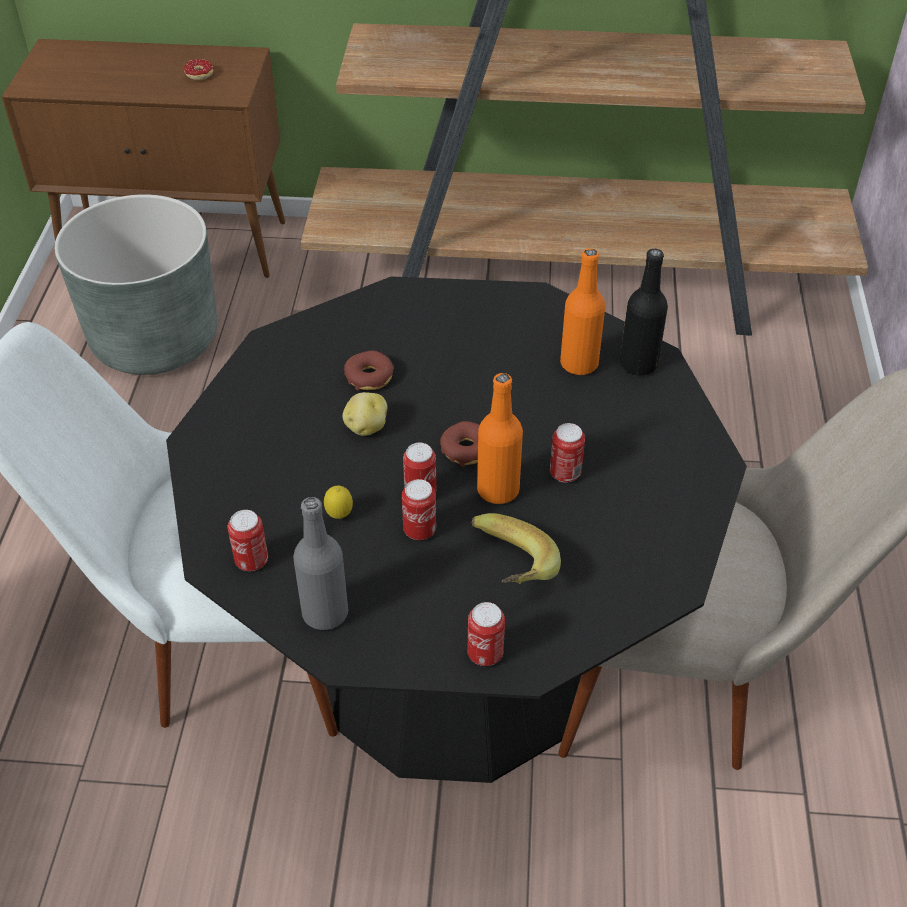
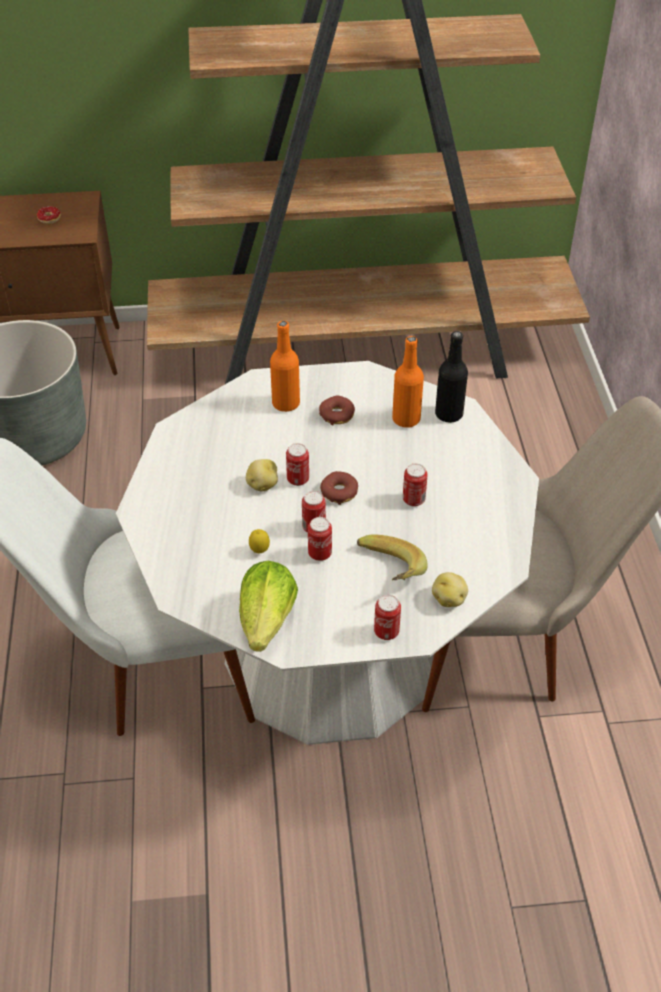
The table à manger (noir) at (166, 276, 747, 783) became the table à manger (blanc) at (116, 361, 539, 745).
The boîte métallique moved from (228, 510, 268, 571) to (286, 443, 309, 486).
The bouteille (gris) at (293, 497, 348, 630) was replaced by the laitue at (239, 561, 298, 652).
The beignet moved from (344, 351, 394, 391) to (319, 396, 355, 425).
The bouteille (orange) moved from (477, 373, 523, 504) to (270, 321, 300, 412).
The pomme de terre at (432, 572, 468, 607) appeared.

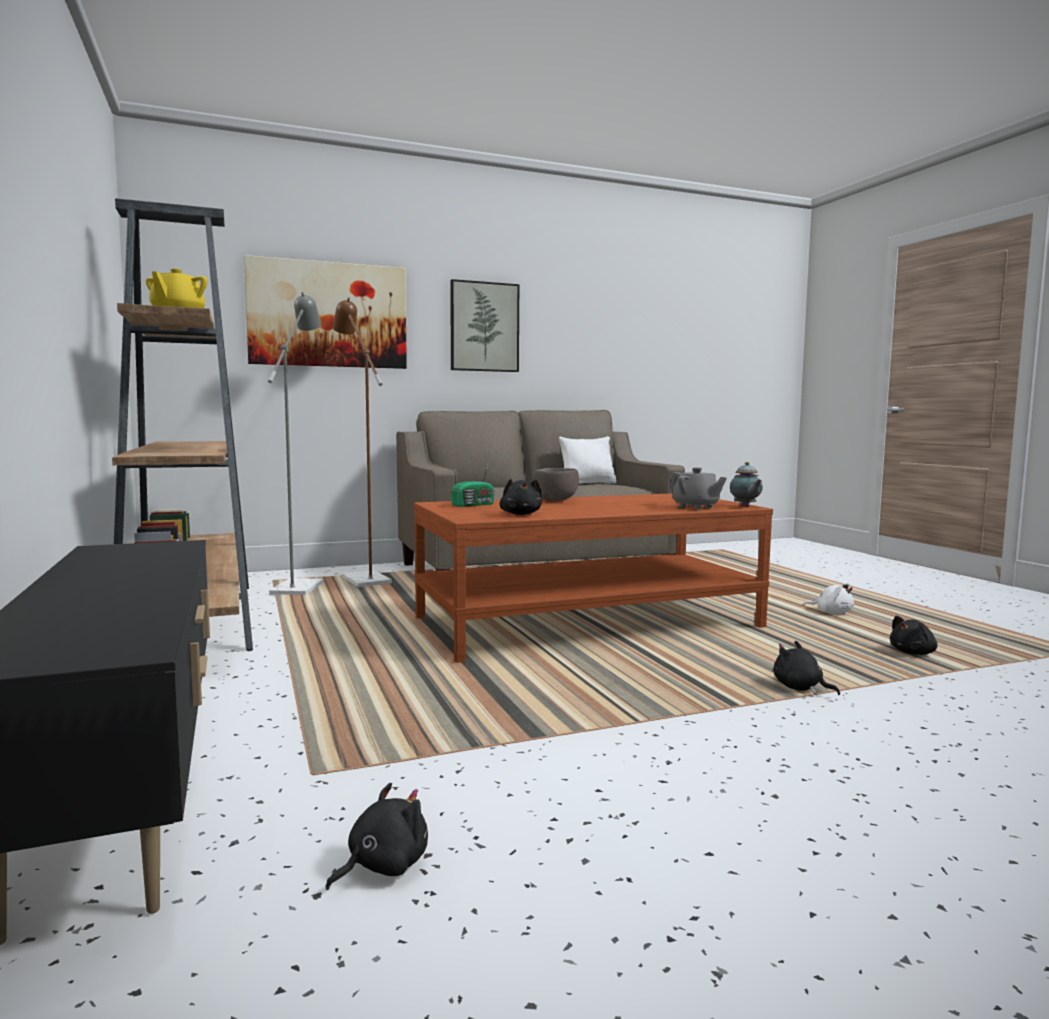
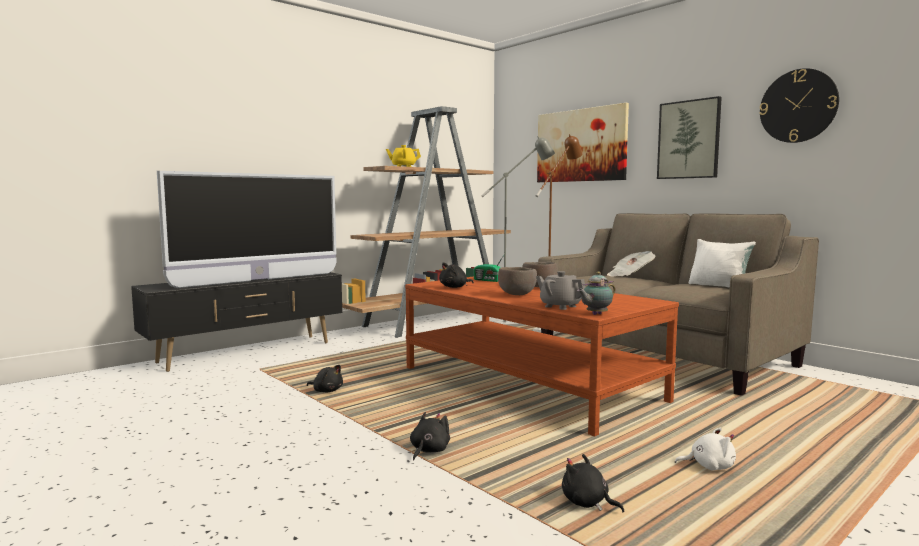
The peluche (noir) moved from (325, 783, 428, 890) to (307, 365, 343, 393).
The théière (gris) at (670, 467, 727, 510) turned 105 degrees clockwise.
The peluche (blanc) at (803, 583, 854, 614) turned 105 degrees counterclockwise.
The téléviseur at (157, 171, 337, 288) appeared.
The bol (marron) at (498, 267, 537, 295) appeared.
The journal at (607, 251, 655, 276) appeared.
The horloge murale at (759, 68, 839, 143) appeared.

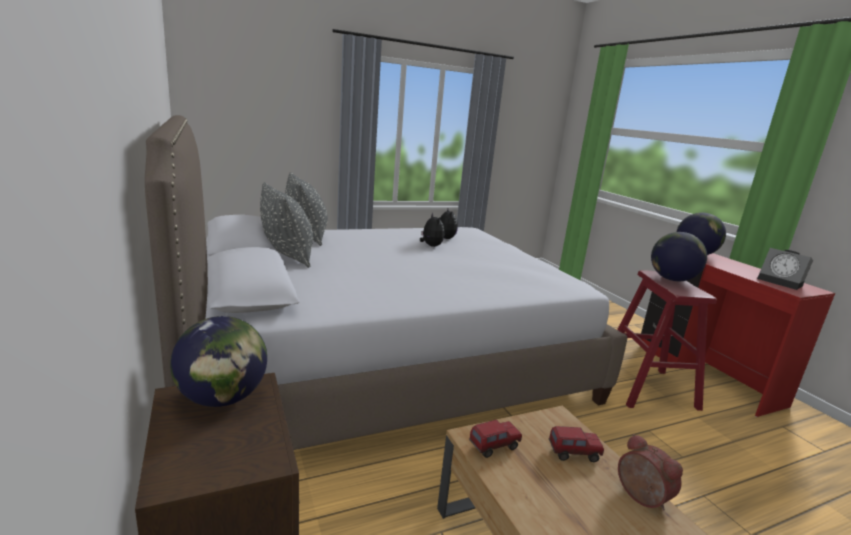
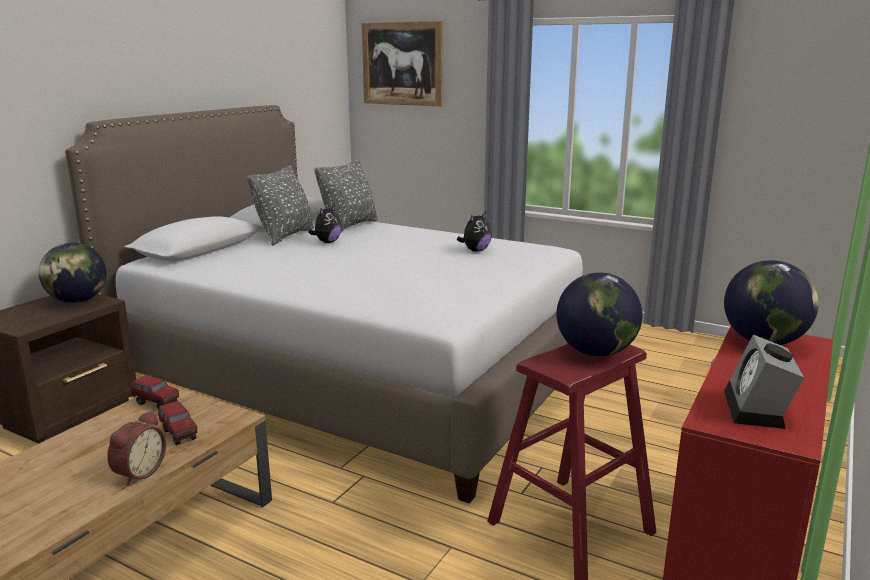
The peluche moved from (420, 213, 445, 247) to (308, 204, 342, 243).
The tableau at (361, 21, 443, 106) appeared.

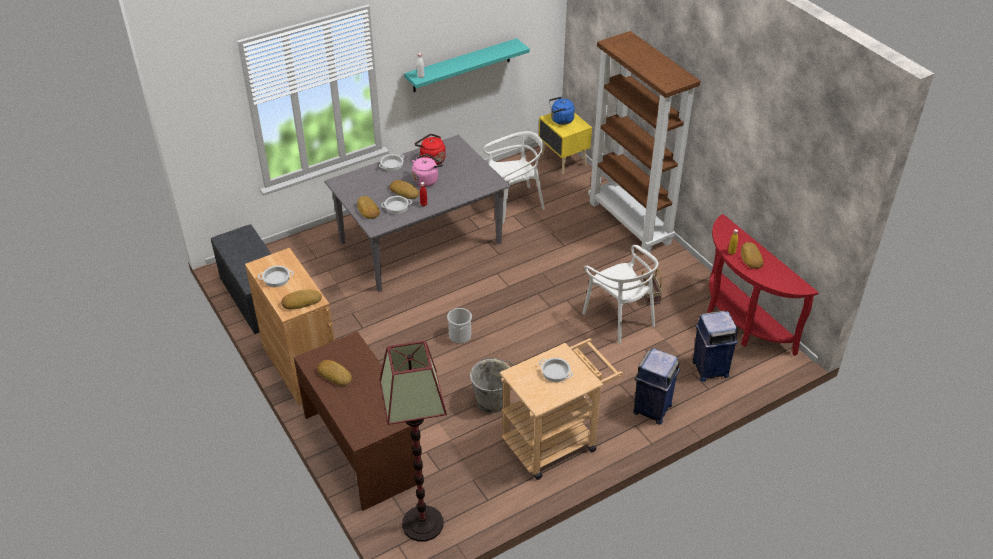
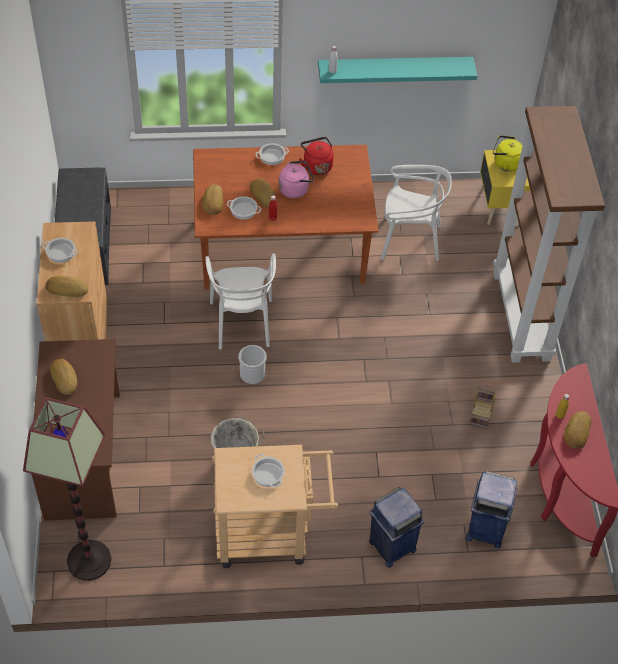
The table à manger (gris) at (325, 135, 510, 292) became the table à manger (marron) at (193, 145, 379, 289).
The bouilloire (bleu) at (549, 97, 575, 125) became the bouilloire (jaune) at (493, 135, 523, 172).
The chaise (blanc) moved from (582, 245, 658, 344) to (206, 253, 276, 349).

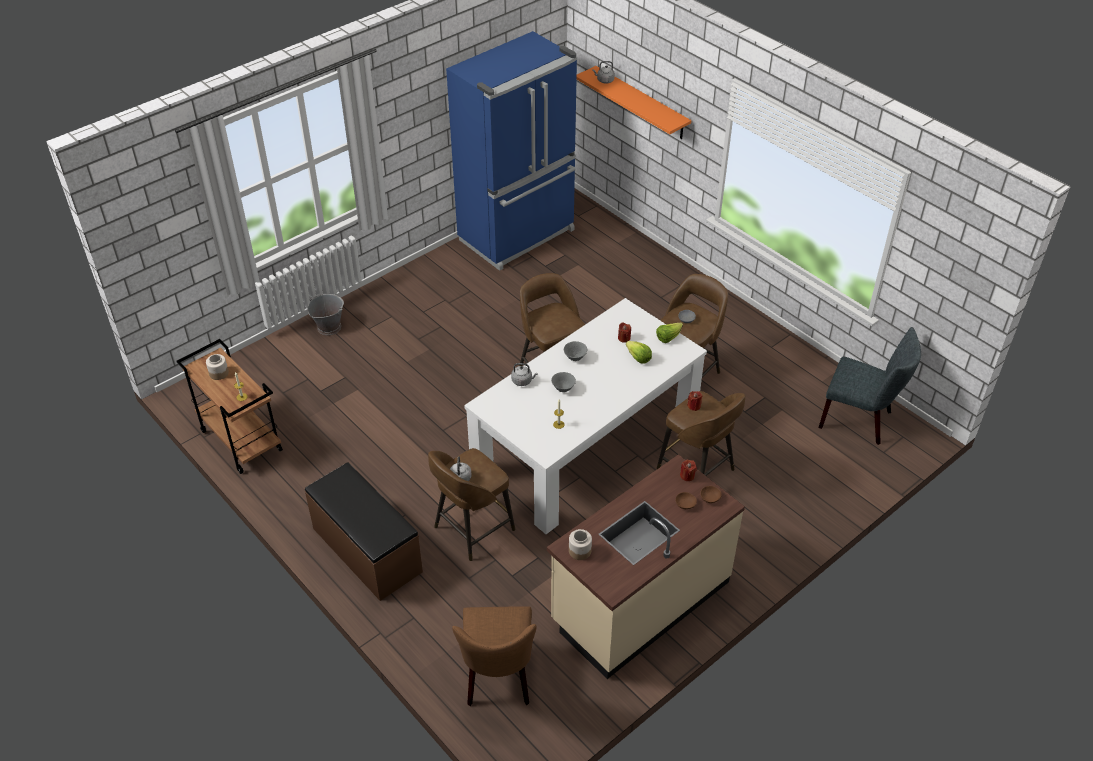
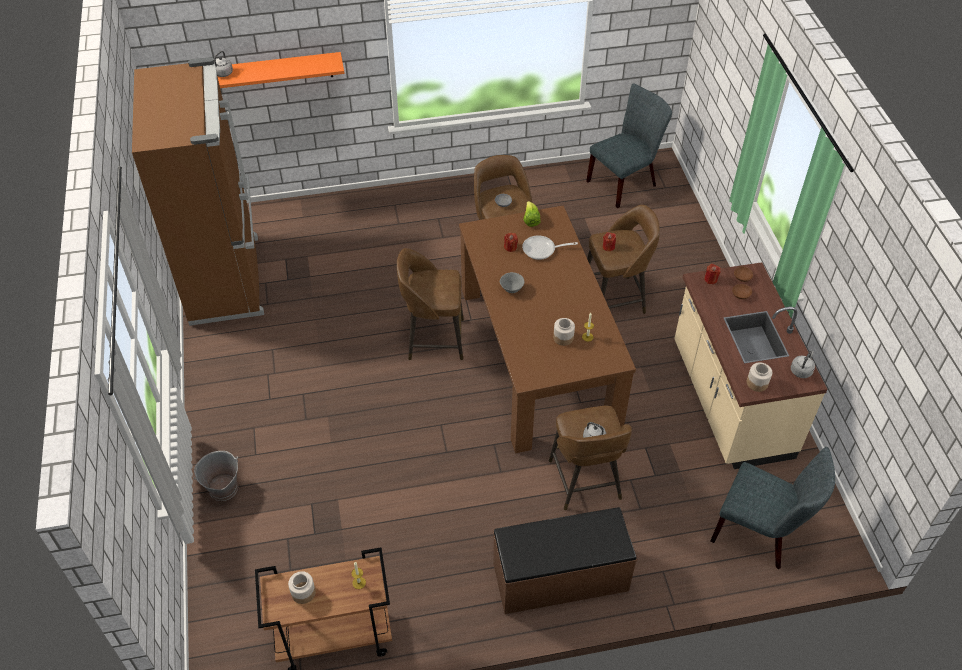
The réfrigérateur (bleu) at (446, 31, 577, 271) became the réfrigérateur (marron) at (132, 57, 264, 326).
The chaise (marron) at (452, 606, 537, 706) became the chaise (gris) at (711, 447, 835, 569).
The table à manger (blanc) at (464, 298, 707, 534) became the table à manger (marron) at (459, 205, 636, 453).
The bouilloire (gris) moved from (511, 363, 538, 386) to (791, 351, 815, 378).
The bol (gris) at (551, 372, 576, 392) disappeared.
The laitue at (626, 341, 652, 364) was replaced by the poêle at (522, 235, 578, 260).
The bocal at (553, 318, 575, 346) appeared.

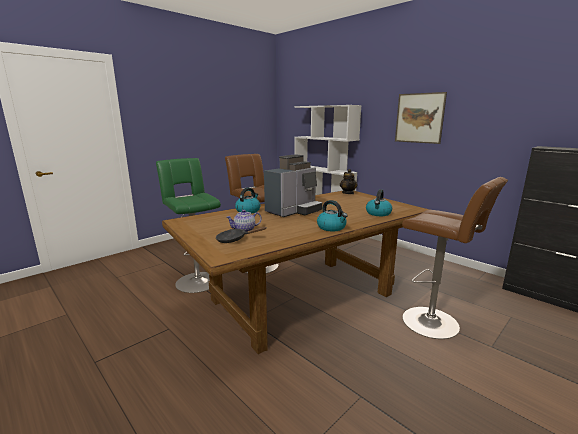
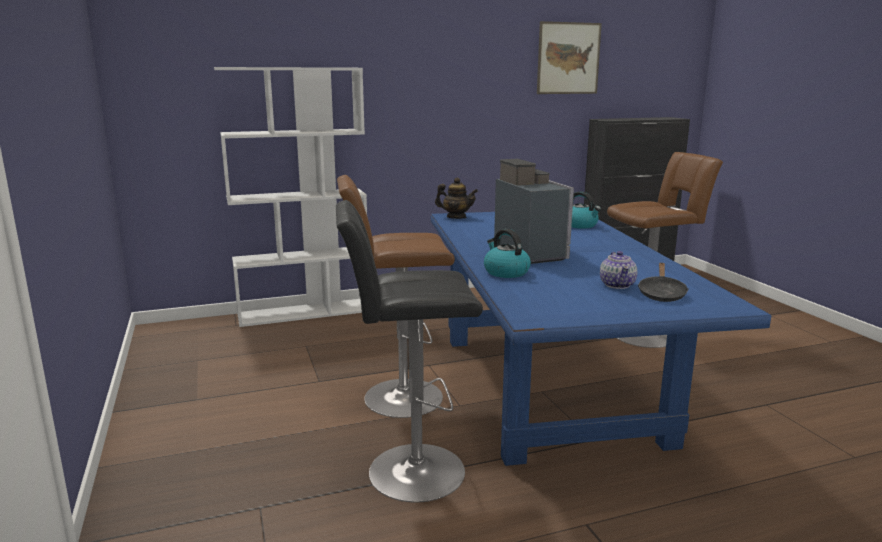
The tabouret (vert) at (156, 158, 221, 293) became the tabouret (noir) at (336, 200, 483, 502).
The table à manger (marron) at (162, 190, 430, 354) became the table à manger (bleu) at (431, 212, 771, 466).
The bouilloire at (317, 200, 348, 231) disappeared.
The tableau moved from (395, 92, 447, 144) to (537, 21, 602, 94).

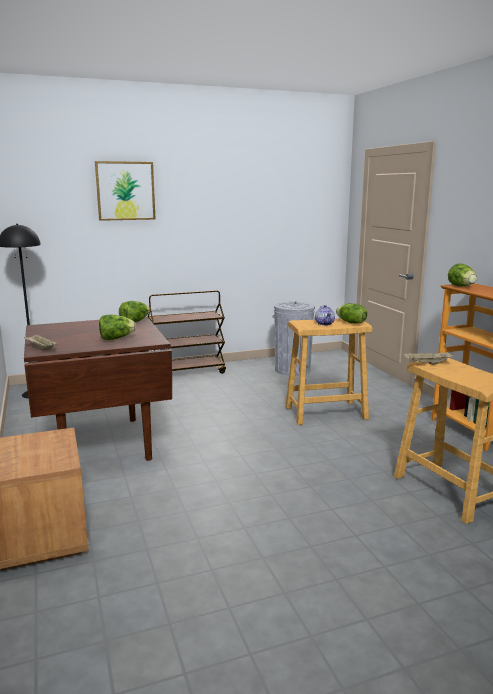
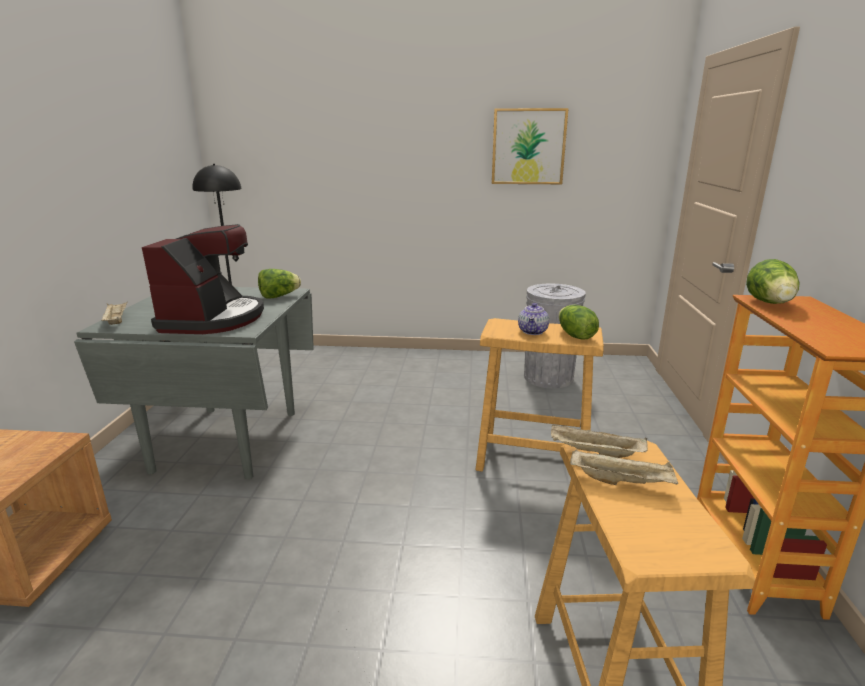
The table à manger (marron) at (24, 316, 172, 461) became the table à manger (gris) at (74, 287, 314, 479).
The tableau moved from (95, 161, 156, 221) to (492, 108, 569, 184).
The laitue at (99, 315, 136, 340) was replaced by the machine à café at (142, 224, 264, 334).
The chariot (marron) at (148, 290, 226, 374) disappeared.
The plateau (beige) at (570, 450, 678, 485) appeared.

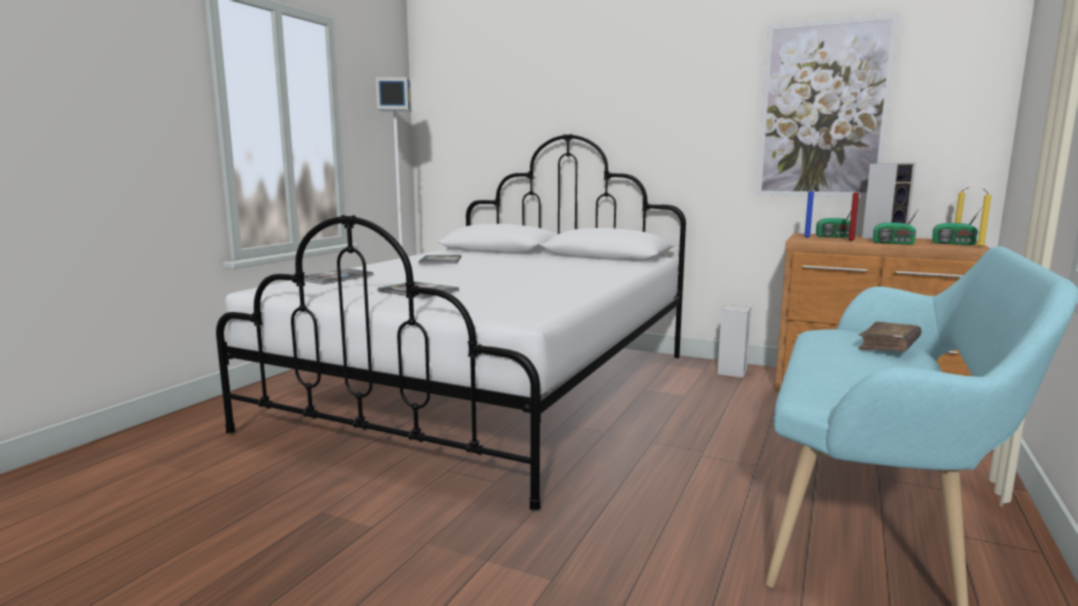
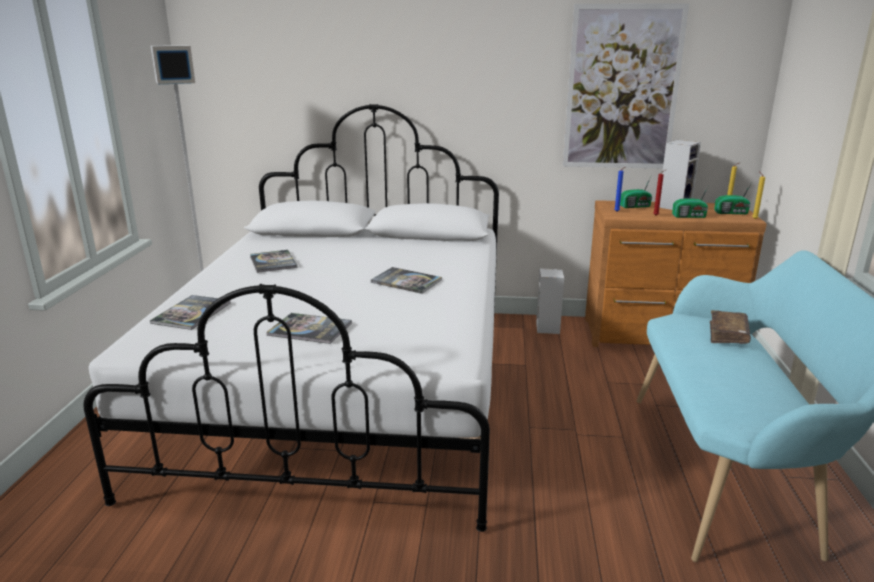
The livre at (371, 267, 442, 294) appeared.

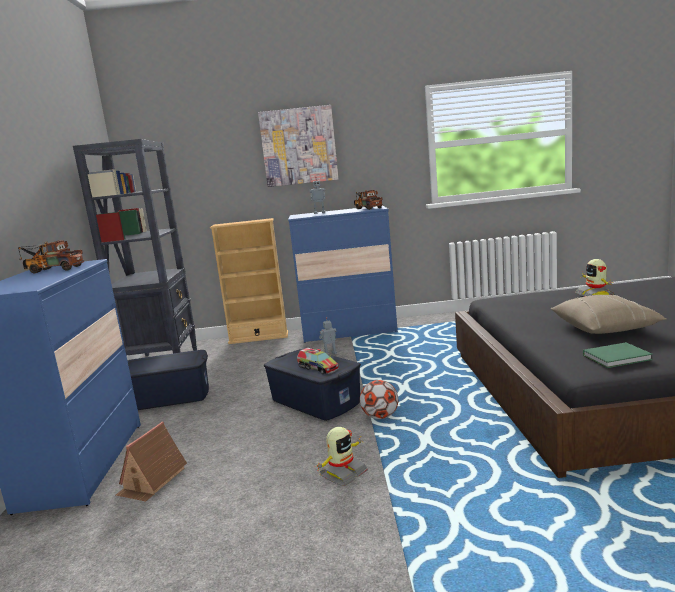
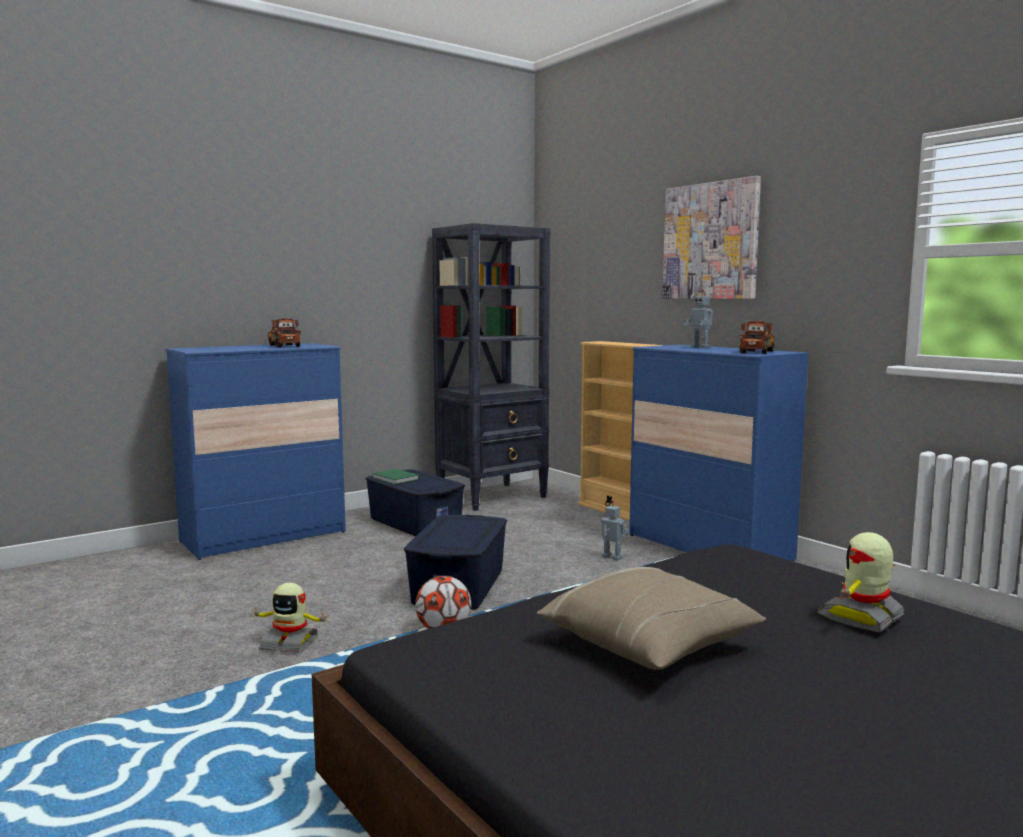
The maison miniature at (116, 422, 187, 502) disappeared.
The camion jouet at (297, 348, 339, 374) disappeared.
The livre (vert) moved from (583, 342, 653, 368) to (372, 469, 419, 485).

